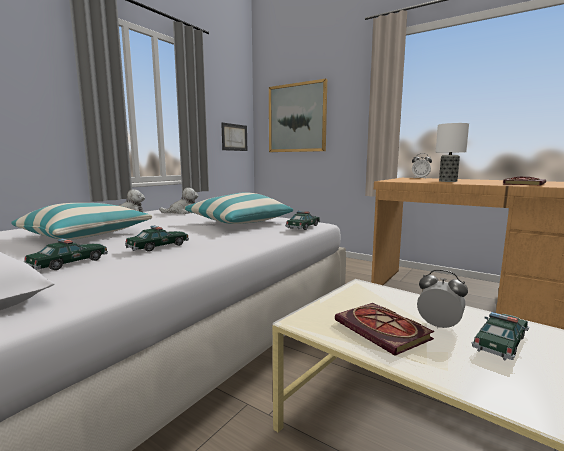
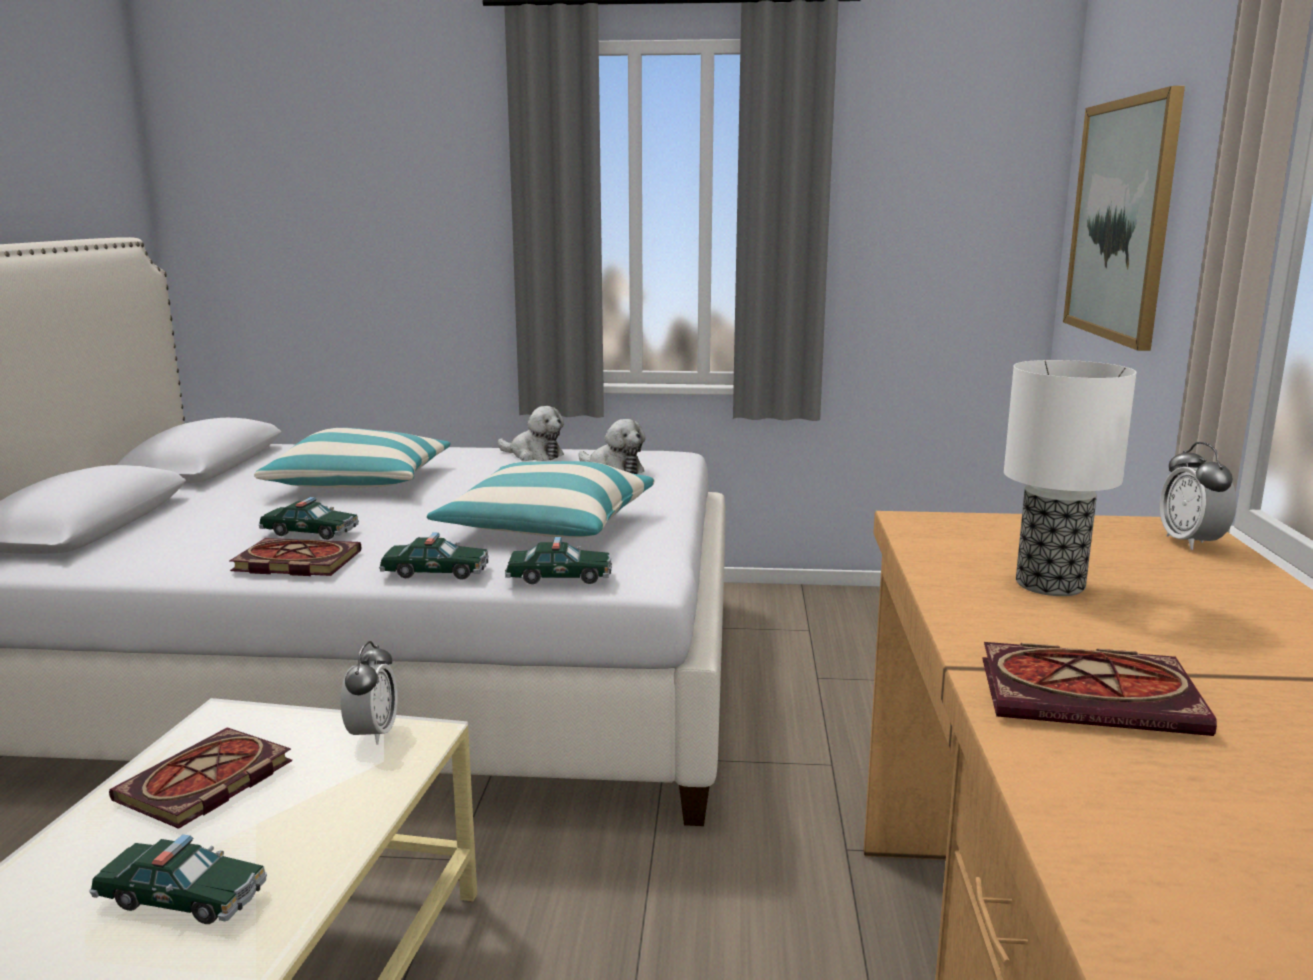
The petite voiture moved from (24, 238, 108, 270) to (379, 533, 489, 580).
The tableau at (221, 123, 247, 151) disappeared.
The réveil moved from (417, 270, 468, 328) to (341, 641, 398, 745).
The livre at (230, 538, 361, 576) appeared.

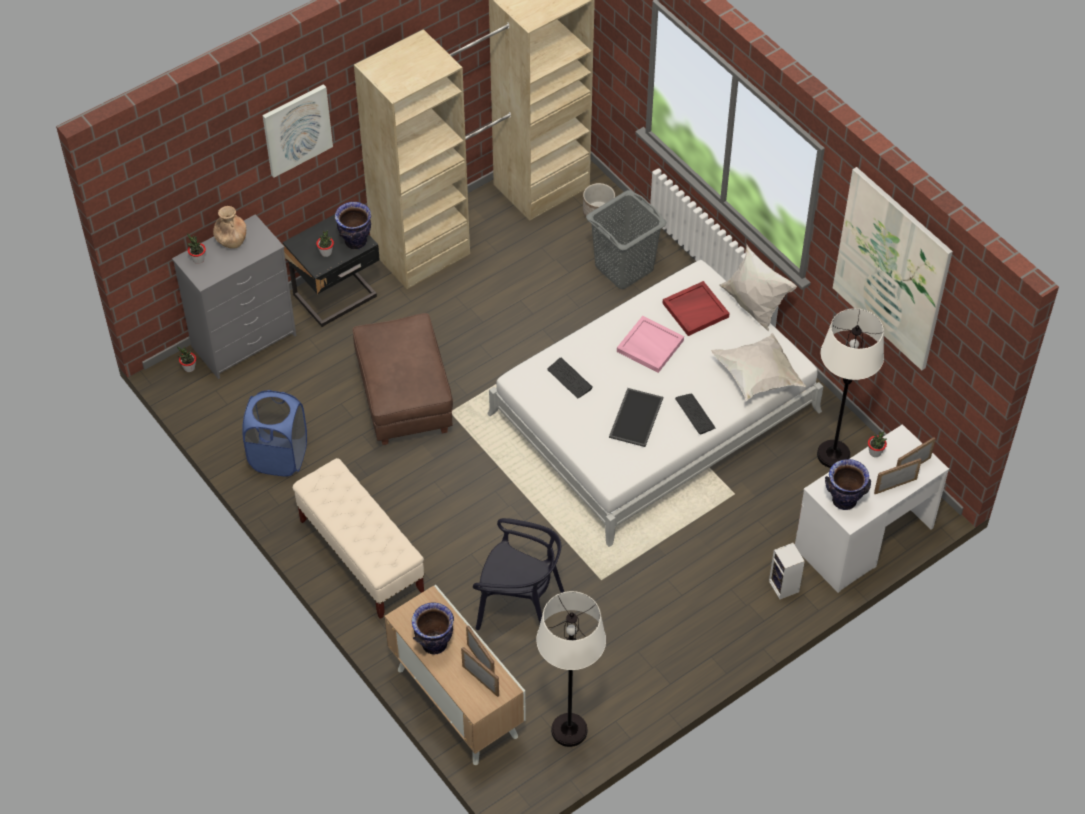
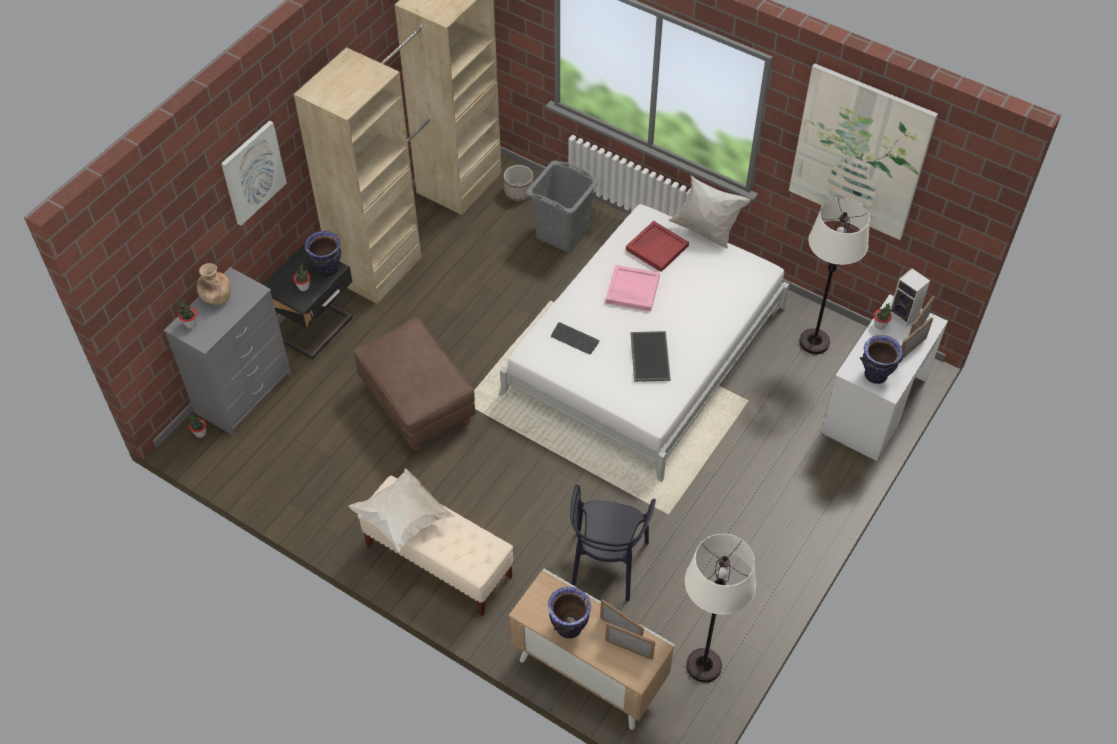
The panier à linge (bleu) at (242, 390, 307, 477) disappeared.
The chaise (noir) at (473, 518, 564, 630) turned 105 degrees clockwise.
The clavier at (675, 394, 715, 434) disappeared.
The coussin (blanc) moved from (711, 333, 806, 401) to (349, 469, 455, 552).
The enceinte moved from (769, 543, 805, 600) to (890, 268, 930, 327).

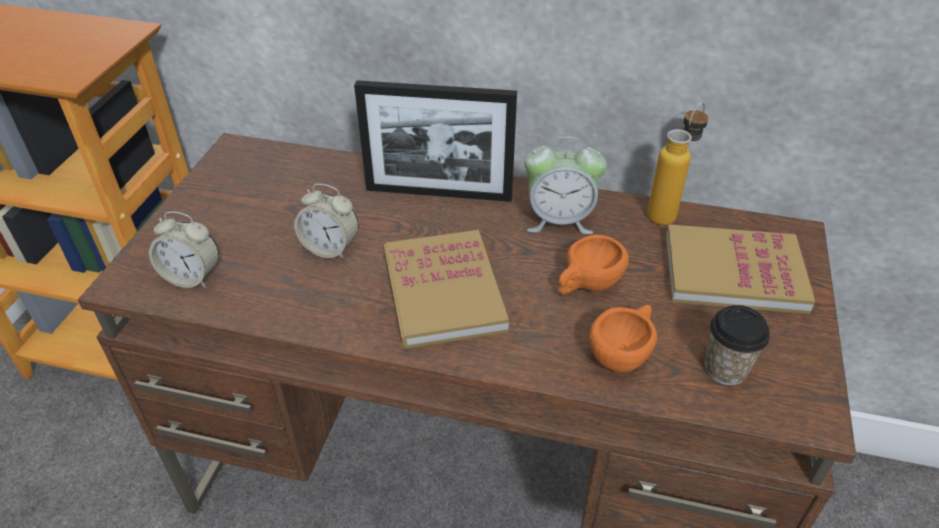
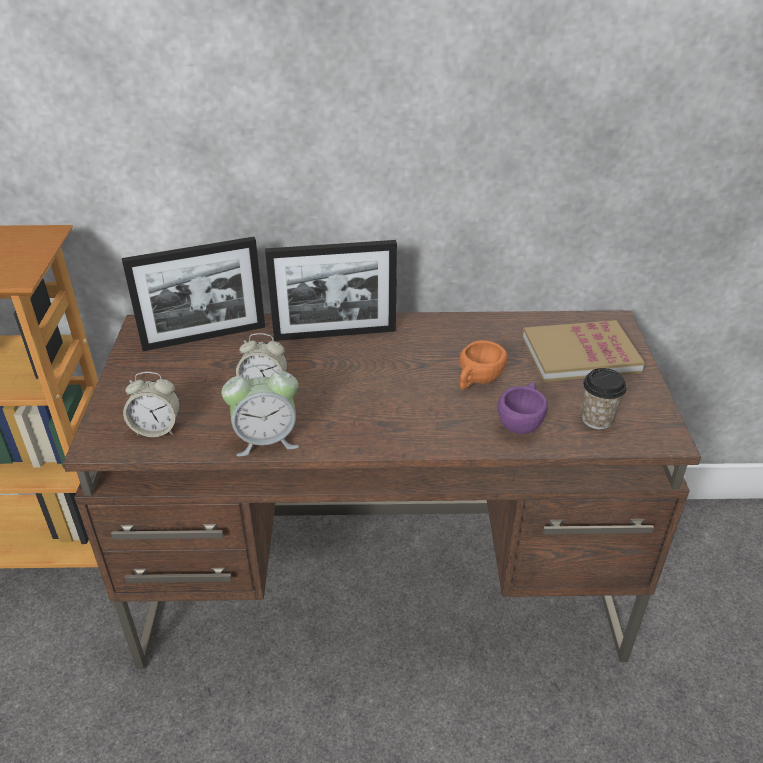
The livre at (384, 230, 509, 349) disappeared.
The réveil moved from (524, 136, 607, 234) to (221, 364, 299, 456).
The tasse (orange) at (589, 305, 657, 372) became the tasse (violet) at (498, 382, 548, 434).
The bouteille at (647, 103, 708, 225) disappeared.
The cadre photo at (122, 237, 265, 351) appeared.

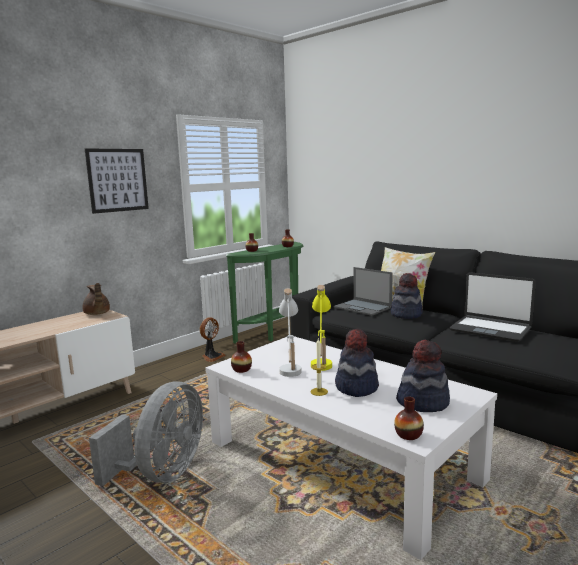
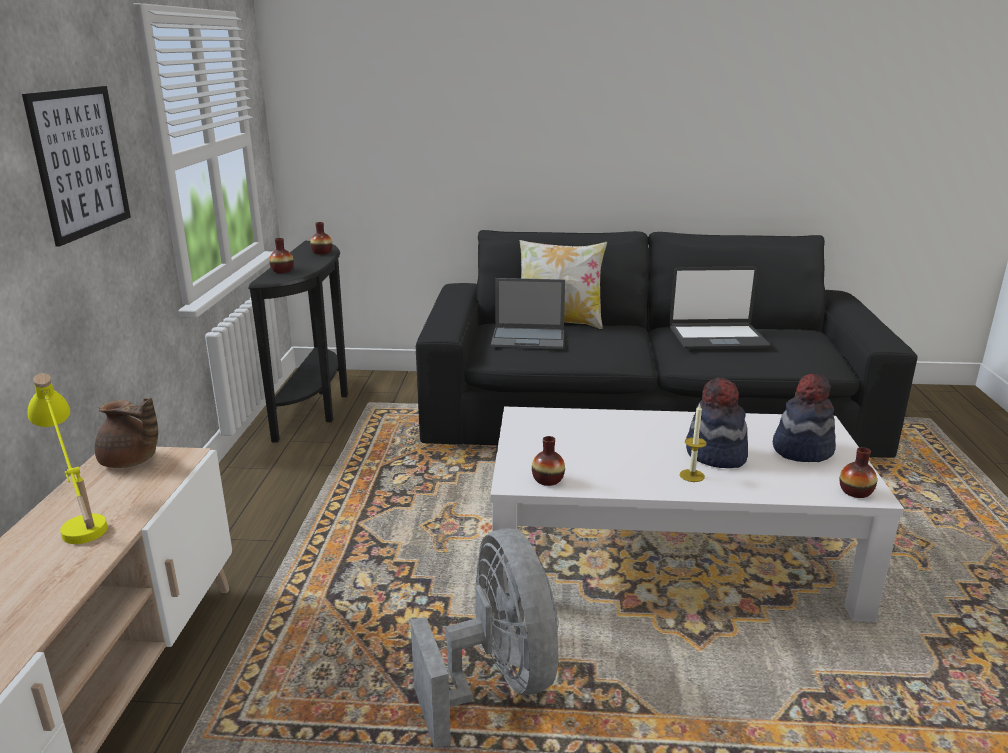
The ventilateur at (200, 317, 226, 362) disappeared.
The table console (vert) at (226, 242, 304, 344) became the table console (noir) at (248, 241, 348, 443).
The lampe de table (blanc) at (279, 288, 302, 377) disappeared.
The lampe de table (jaune) moved from (311, 285, 332, 371) to (28, 373, 108, 544).
The chapeau at (391, 273, 423, 319) disappeared.

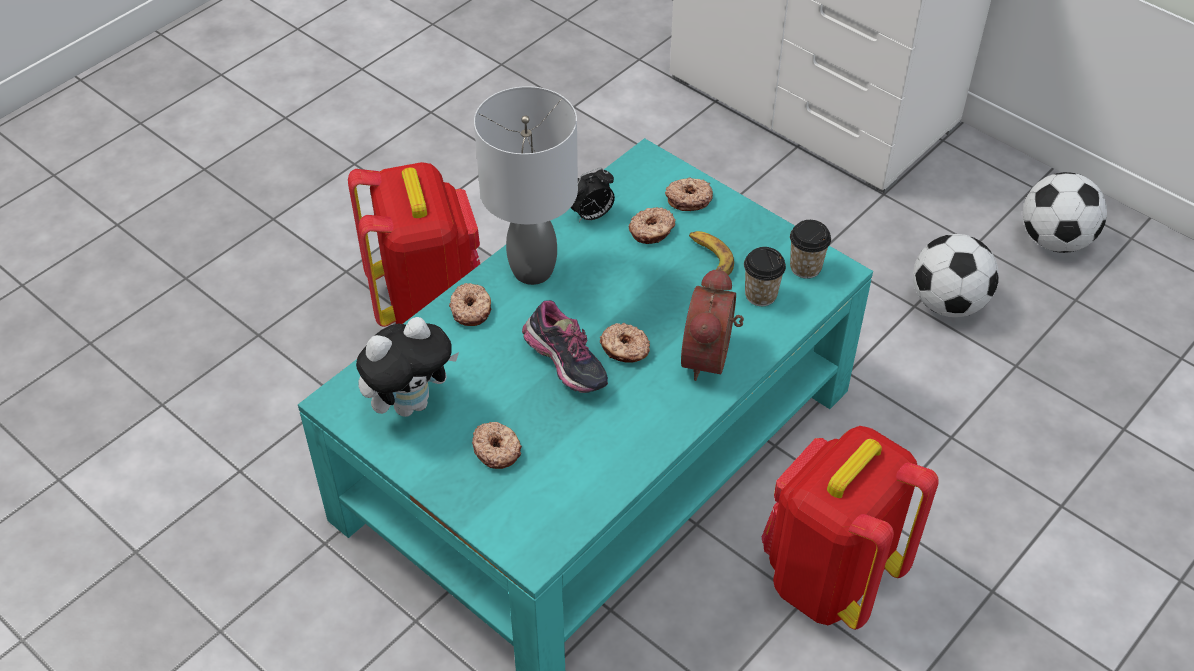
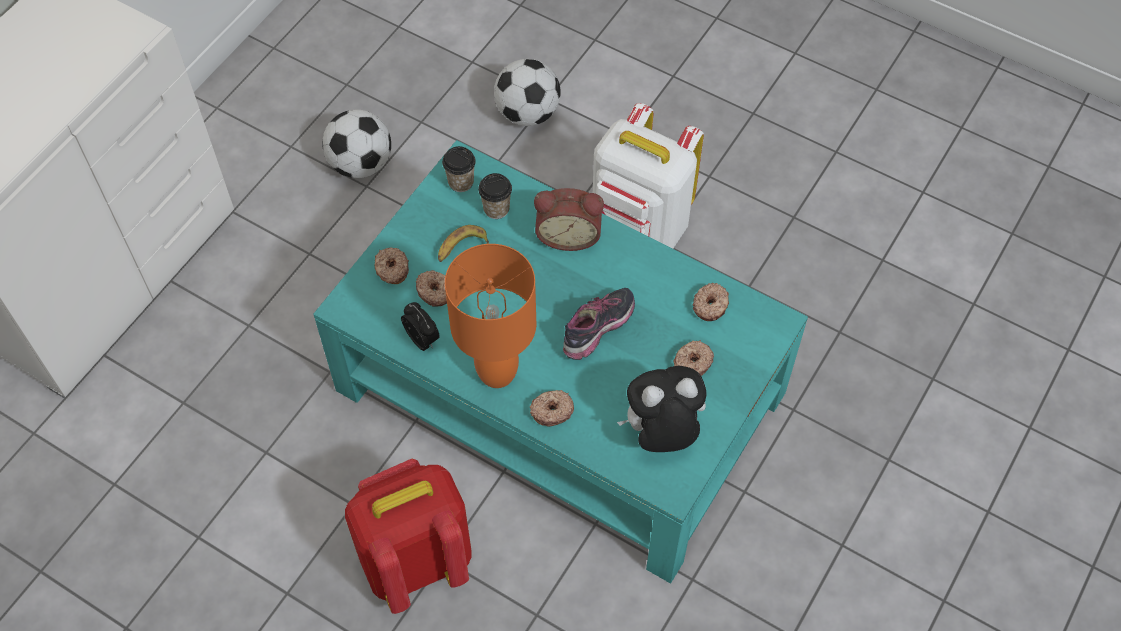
The peluche at (356, 317, 459, 417) turned 60 degrees counterclockwise.
The lampe de table (gris) at (474, 86, 578, 285) became the lampe de table (orange) at (445, 244, 536, 388).
The beignet moved from (600, 323, 650, 363) to (693, 283, 729, 321).
The sac à dos (rouge) at (762, 426, 939, 630) became the sac à dos (blanc) at (593, 103, 704, 249).
The ballon de foot moved from (1023, 172, 1107, 253) to (494, 59, 561, 126).

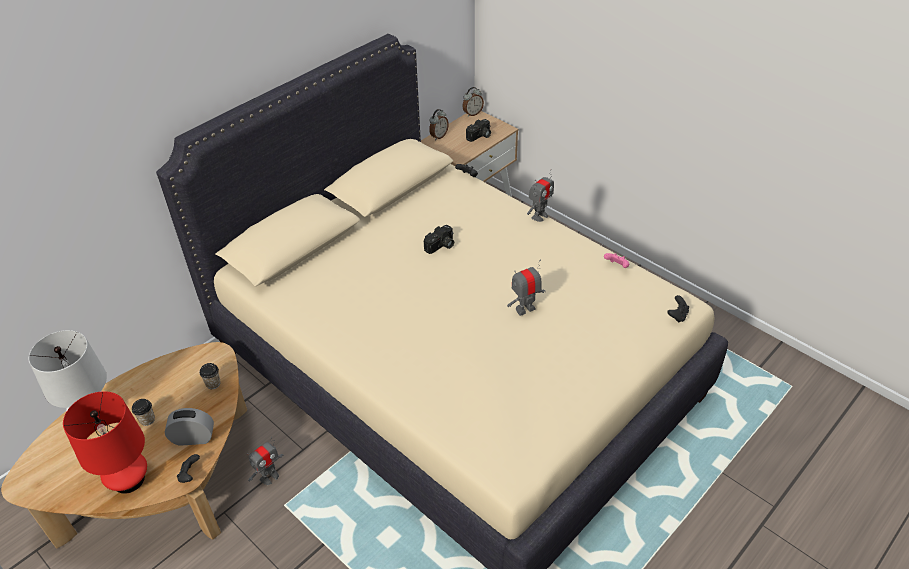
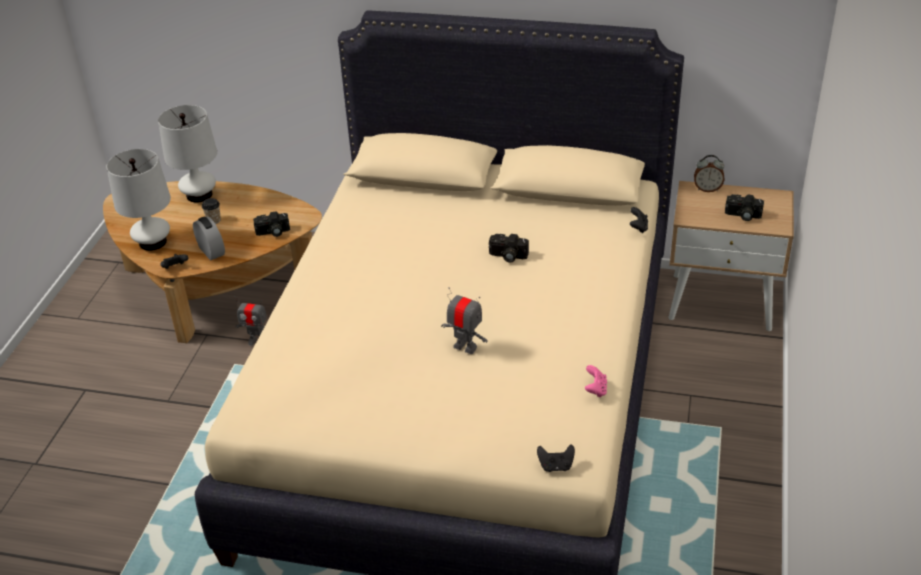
The lampe de table (rouge) at (63, 391, 147, 494) became the lampe de table (blanc) at (106, 149, 171, 251).
The tasse at (200, 363, 221, 389) was replaced by the appareil photo at (253, 211, 290, 237).
The réveil at (463, 87, 484, 117) disappeared.
The robot jouet at (527, 169, 554, 222) disappeared.

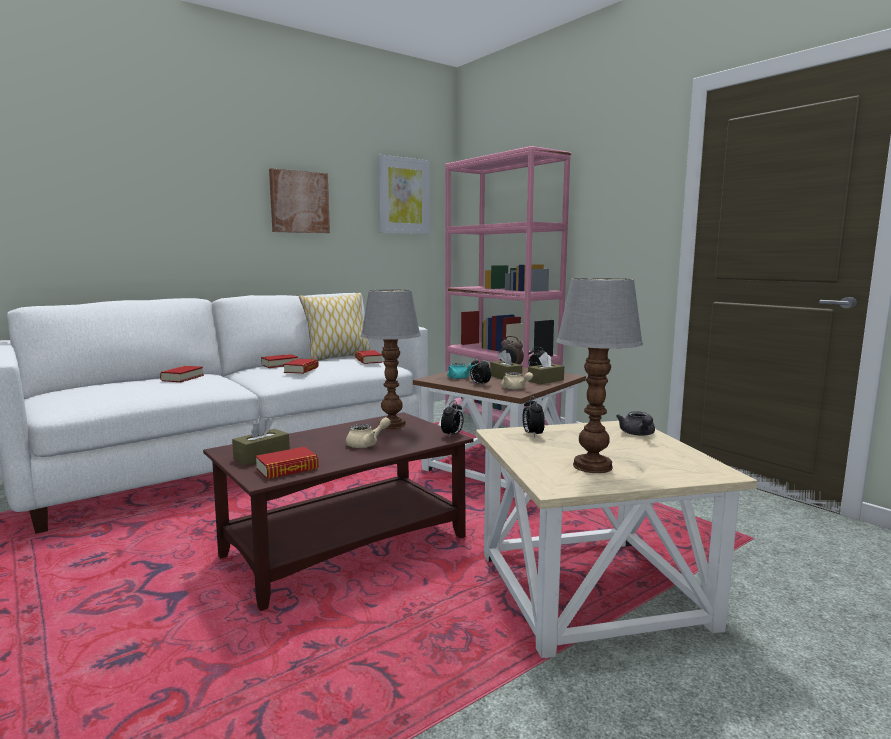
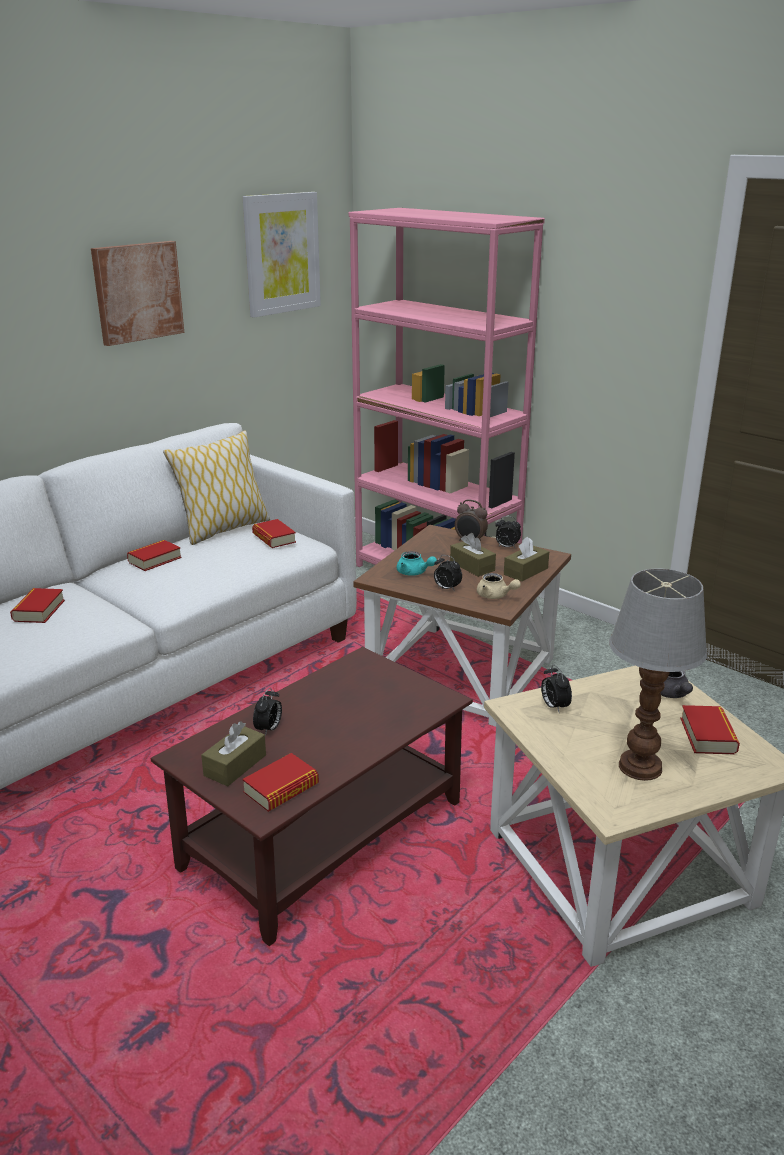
The livre moved from (283, 359, 319, 374) to (680, 705, 740, 754).
The théière (beige) at (346, 417, 391, 448) disappeared.
The lampe de table at (361, 289, 421, 429) disappeared.
The réveil moved from (441, 400, 463, 437) to (253, 688, 282, 736).

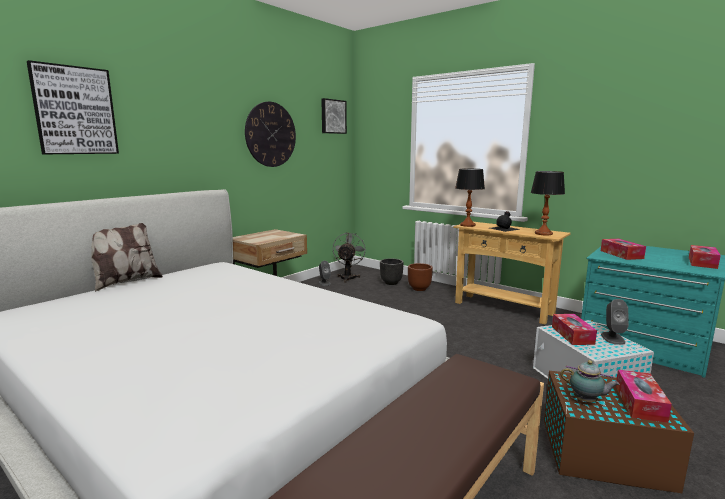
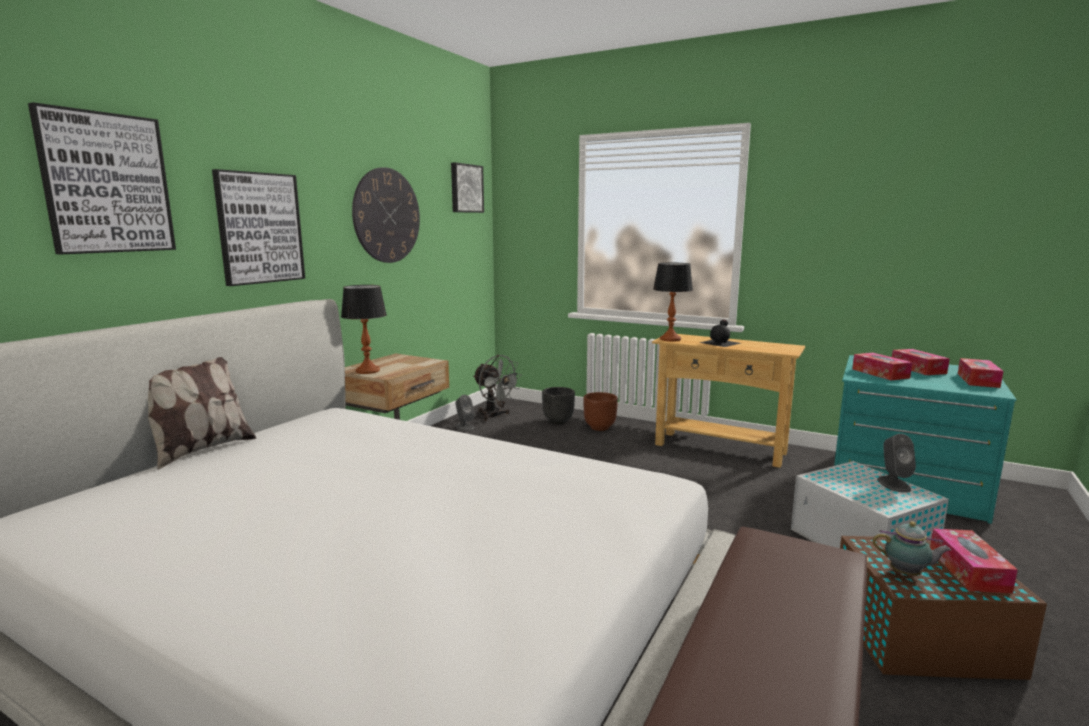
The ventilateur (gris) at (333, 232, 366, 283) turned 135 degrees clockwise.
The lampe de table moved from (531, 171, 565, 235) to (341, 285, 387, 374).
The boîte à mouchoirs moved from (552, 314, 597, 345) to (892, 349, 950, 375).
The tableau at (212, 169, 305, 286) appeared.

